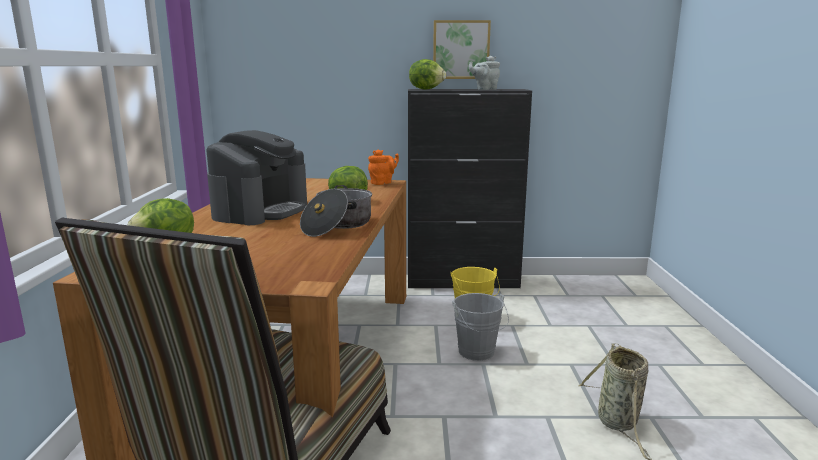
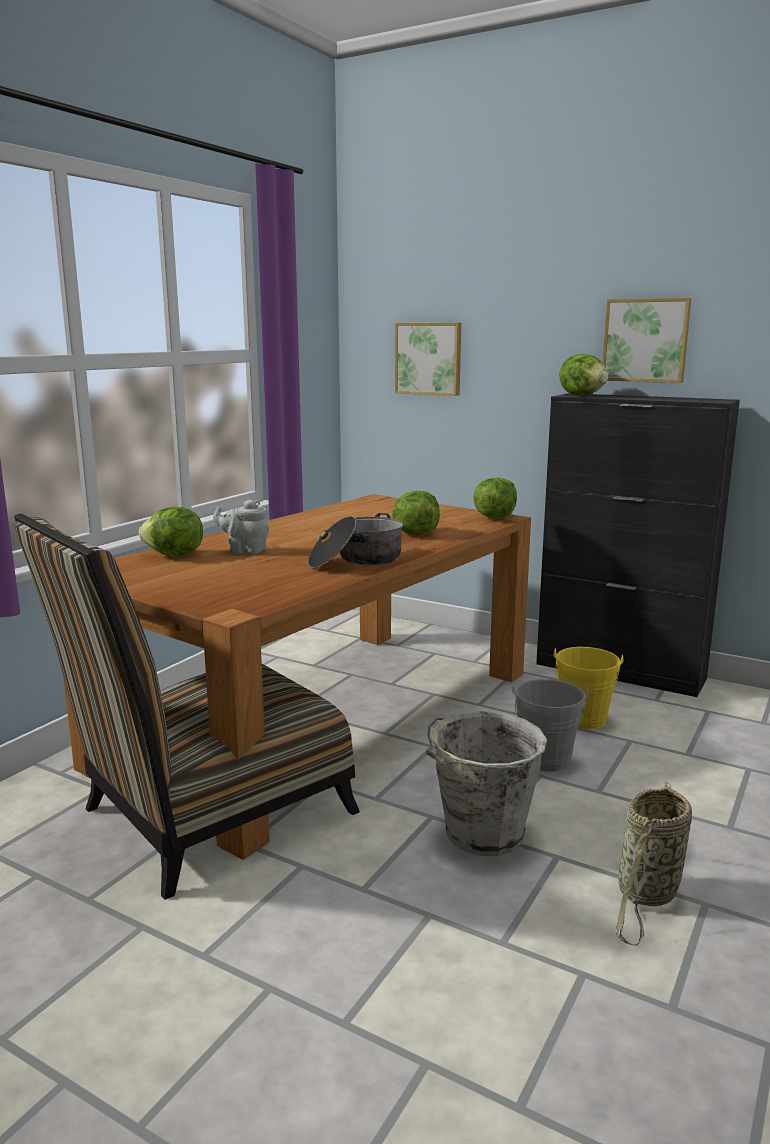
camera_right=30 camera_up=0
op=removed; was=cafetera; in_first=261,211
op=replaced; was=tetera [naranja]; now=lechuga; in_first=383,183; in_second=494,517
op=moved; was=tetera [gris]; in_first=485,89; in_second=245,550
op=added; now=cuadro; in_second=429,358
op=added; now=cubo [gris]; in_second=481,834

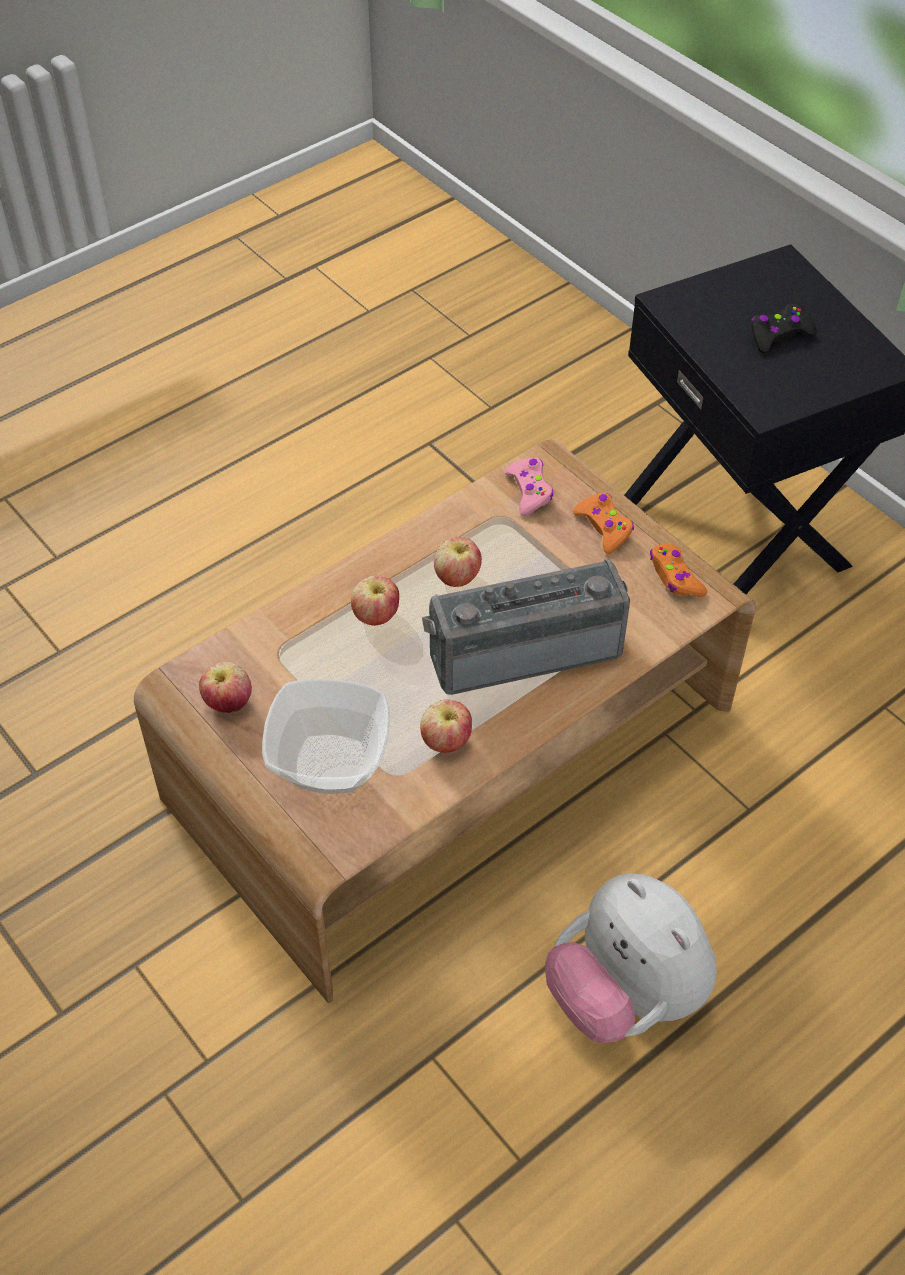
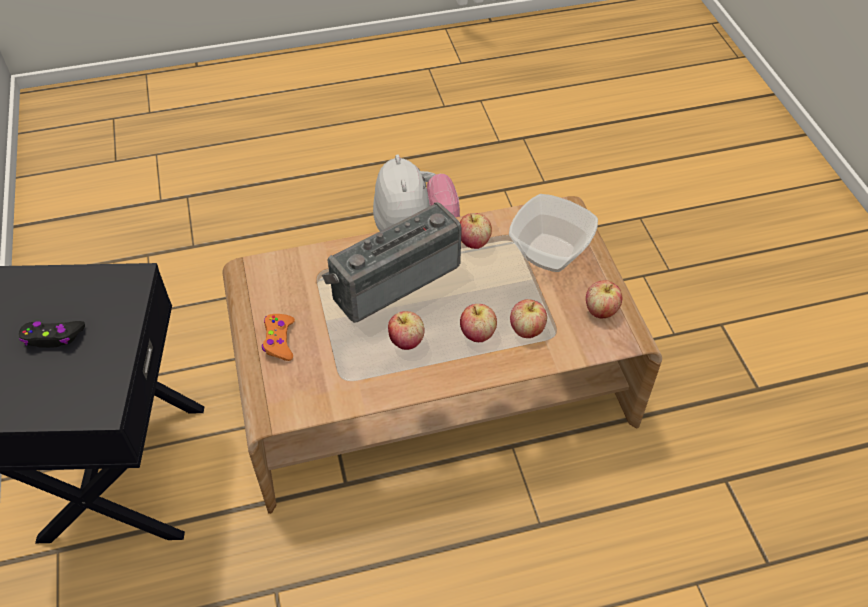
camera_right=-155 camera_up=0
op=turned; was=radio; in_first=523,648; in_second=393,278; clockwise=135
op=removed; was=mando de consola [rosa]; in_first=529,491
op=removed; was=mando de consola [naranja]; in_first=675,577
op=added; now=manzana; in_second=526,330

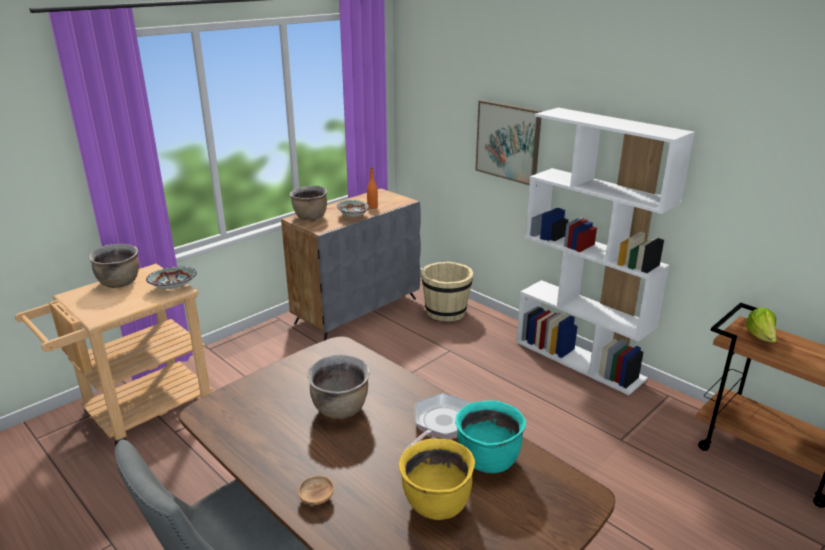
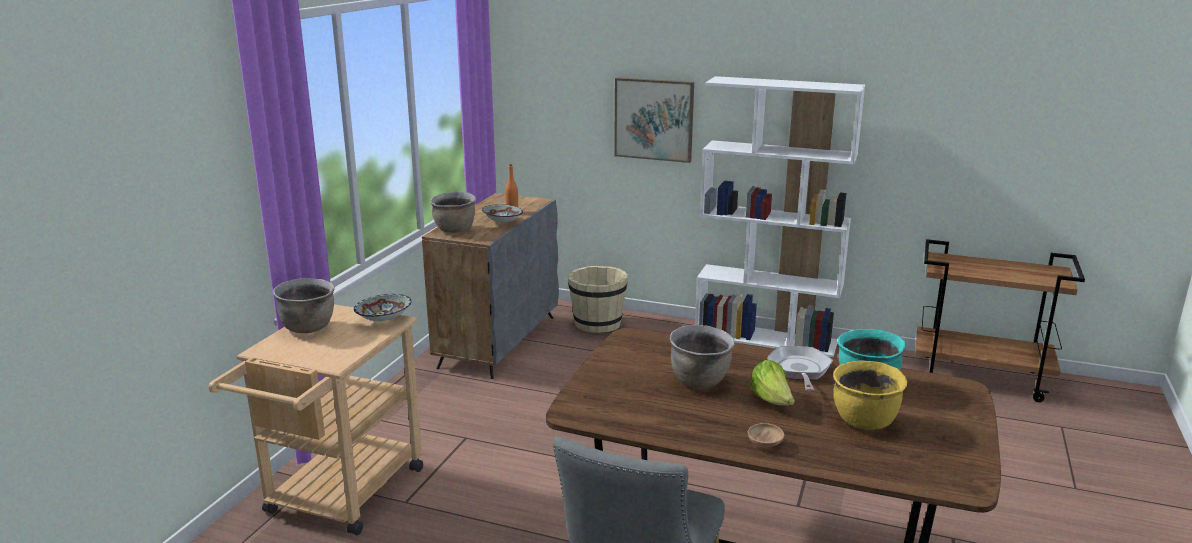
camera_right=-25 camera_up=-5
op=moved; was=lechuga; in_first=761,337; in_second=772,401

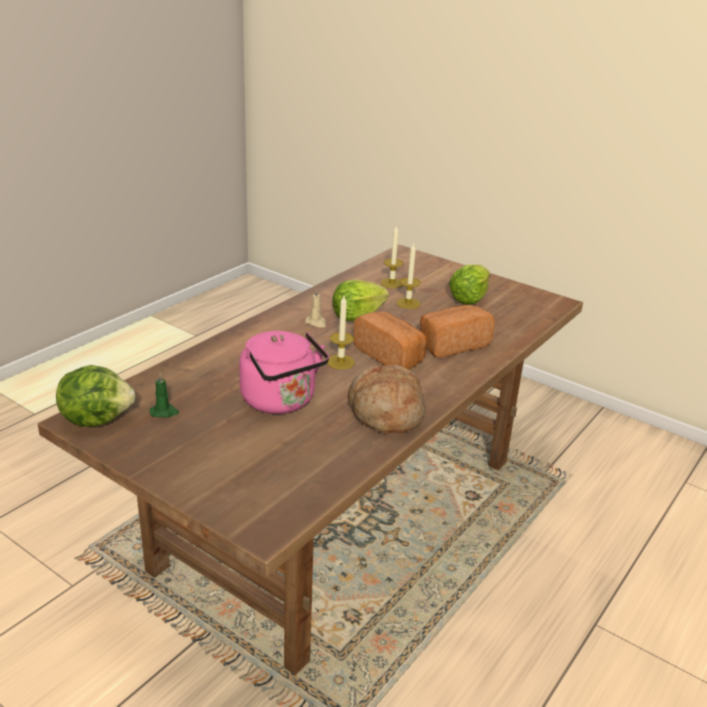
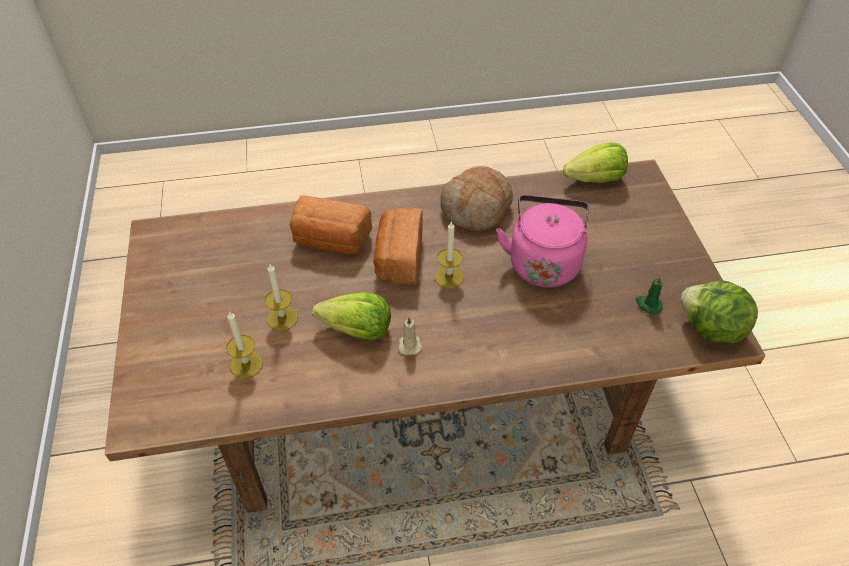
camera_right=-135 camera_up=20
op=moved; was=lechuga; in_first=469,298; in_second=595,180

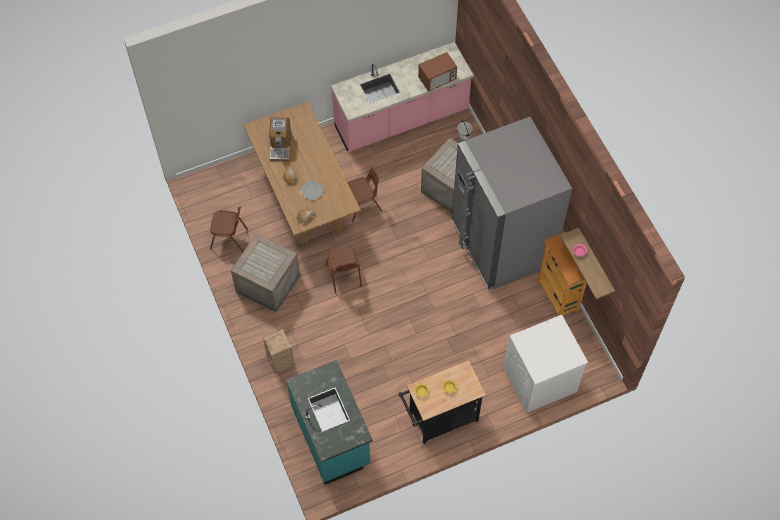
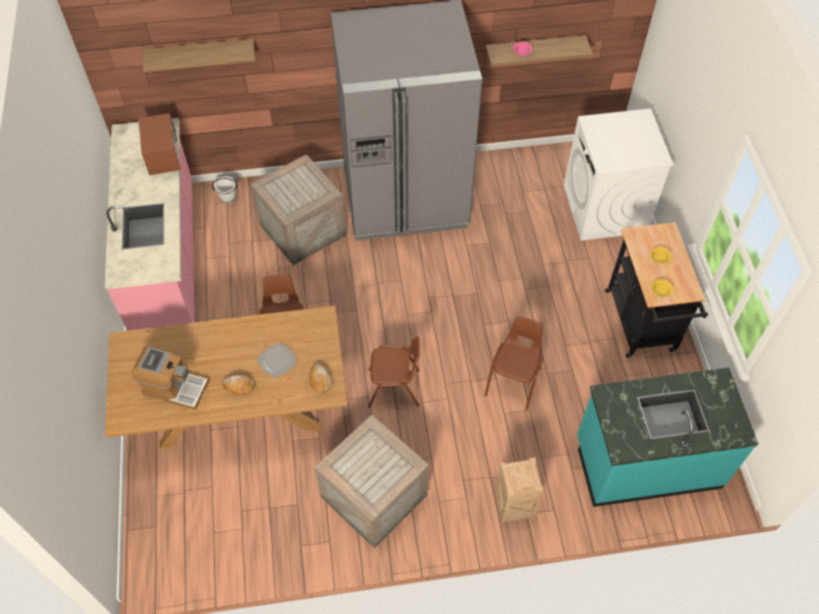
camera_right=-75 camera_up=-5
op=moved; was=silla [marrón]; in_first=229,238; in_second=514,381
op=removed; was=estantería; in_first=558,297
op=added; now=estante; in_second=201,54

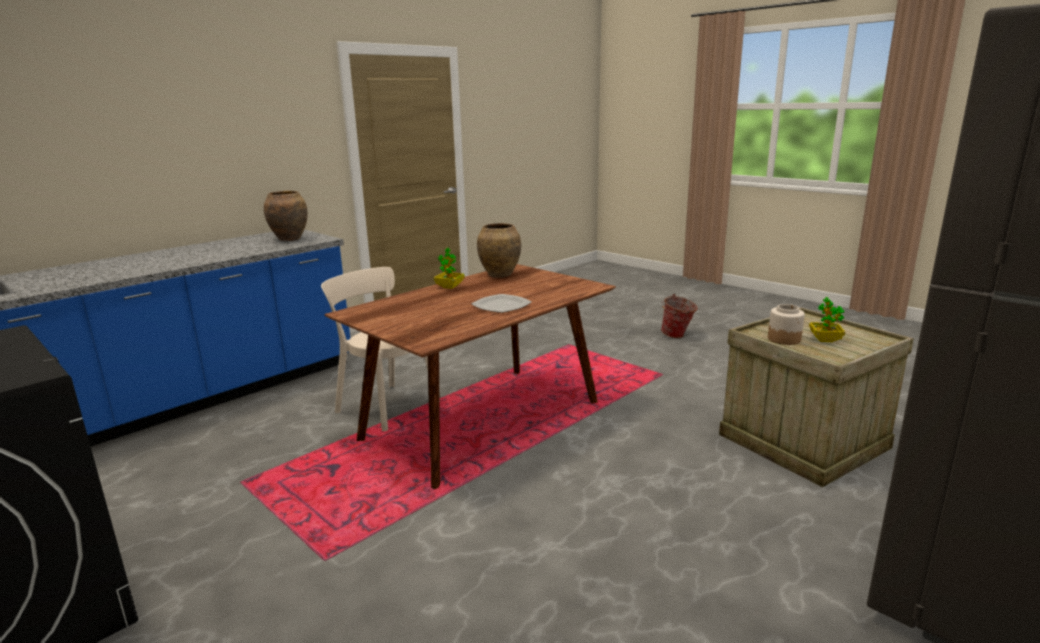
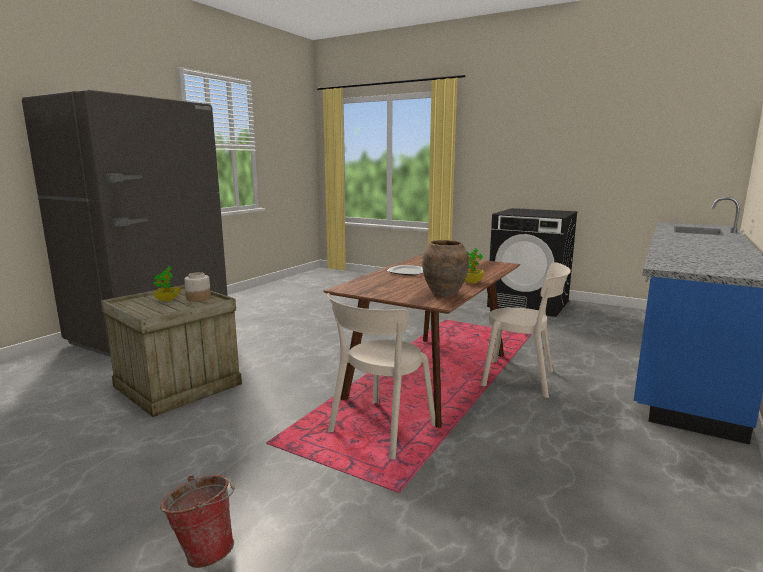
camera_right=165 camera_up=-5
op=removed; was=florero [marrón]; in_first=290,239
op=added; now=silla [beis]; in_second=379,431

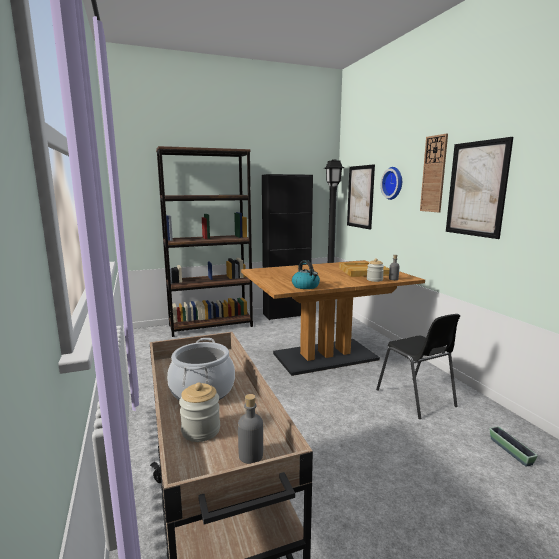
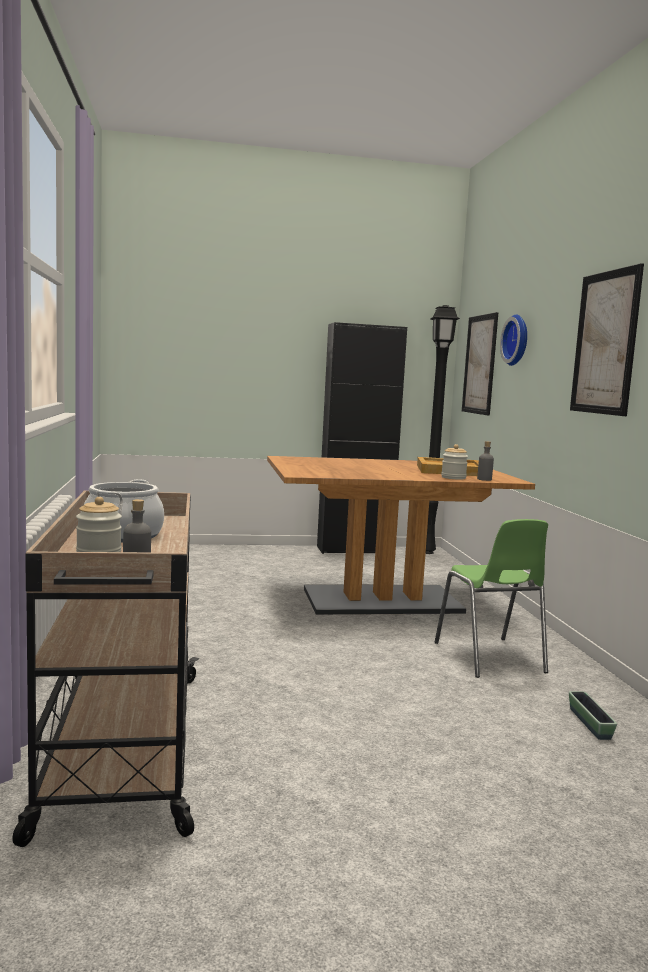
camera_right=10 camera_up=-5
op=removed; was=estantería [marrón]; in_first=211,326
op=removed; was=hervidor; in_first=306,286
op=recoloured; was=silla [negro]; now=silla [verde]; in_first=416,398; in_second=489,658
op=removed; was=reloj de pared; in_first=434,174

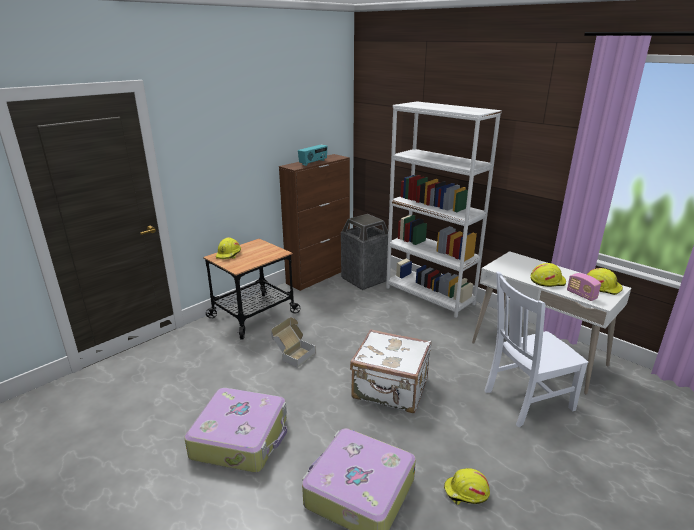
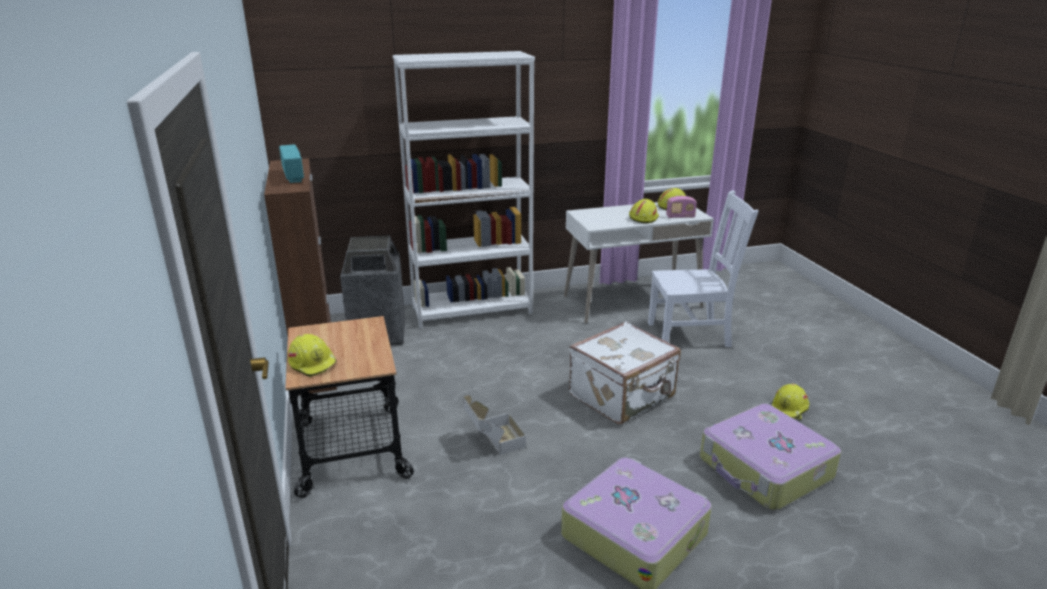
camera_right=-60 camera_up=0
op=turned; was=silla [blanco]; in_first=525,400; in_second=691,334; clockwise=-105

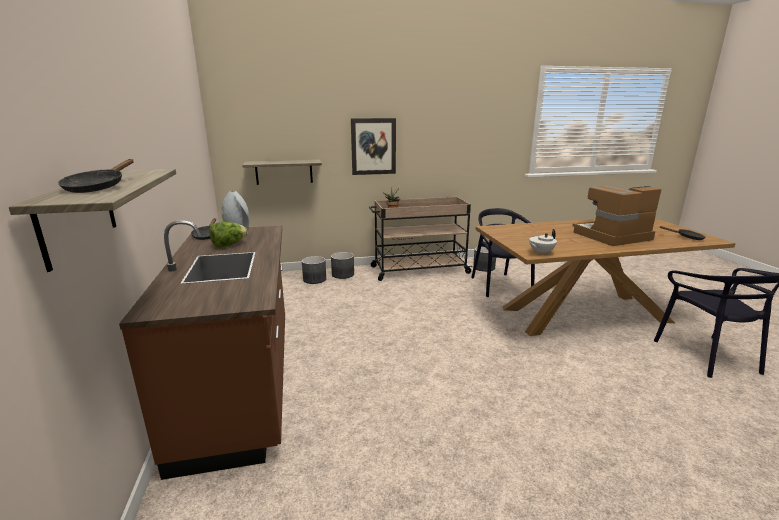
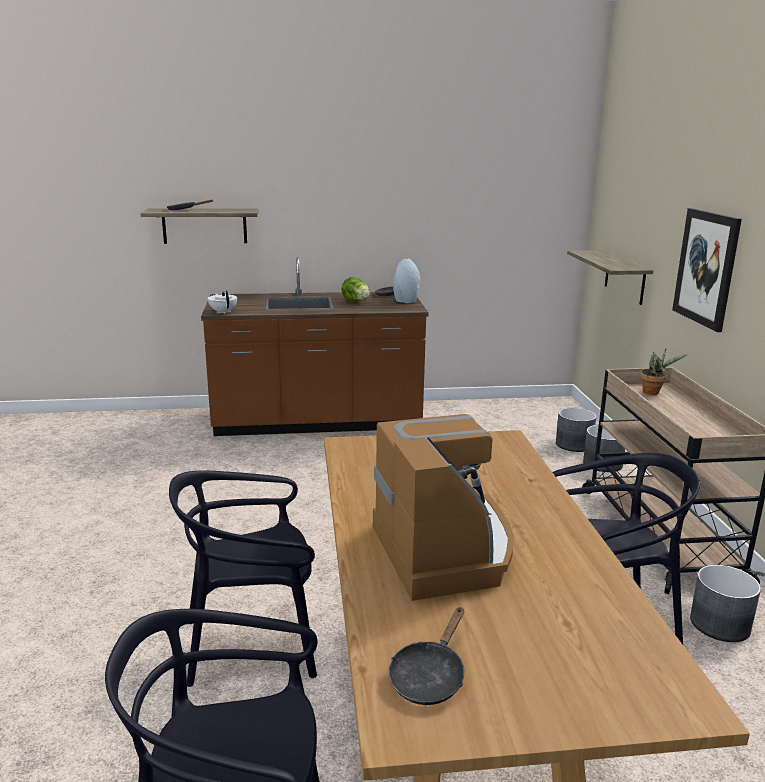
camera_right=95 camera_up=0
op=moved; was=tetera [blanco]; in_first=540,252; in_second=223,312
op=added; now=silla [negro]; in_second=252,643

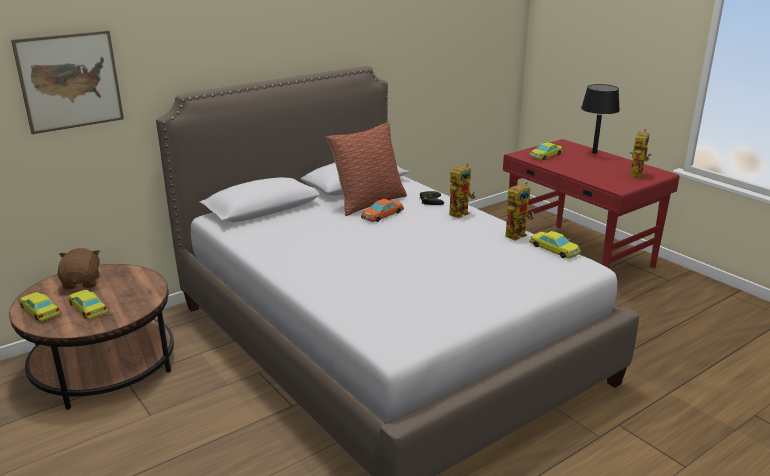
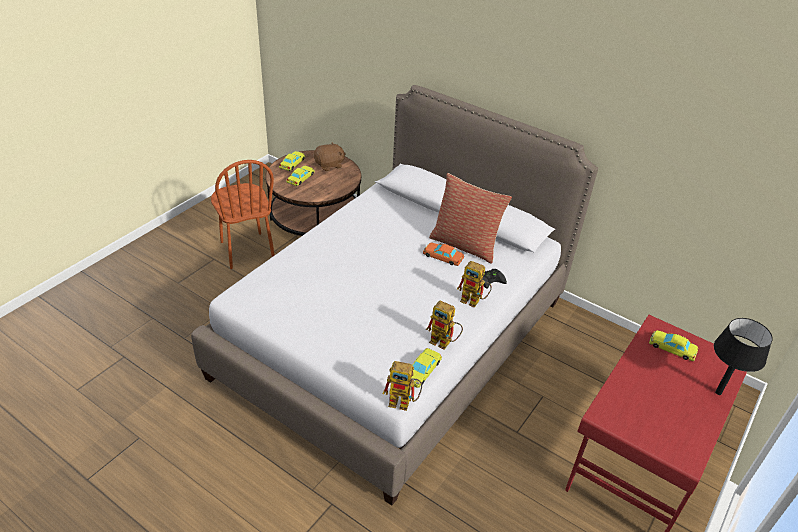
camera_right=70 camera_up=15
op=removed; was=cuadro; in_first=70,81
op=moved; was=robot de juguete; in_first=635,174; in_second=404,402
op=added; now=silla [marrón]; in_second=246,250

